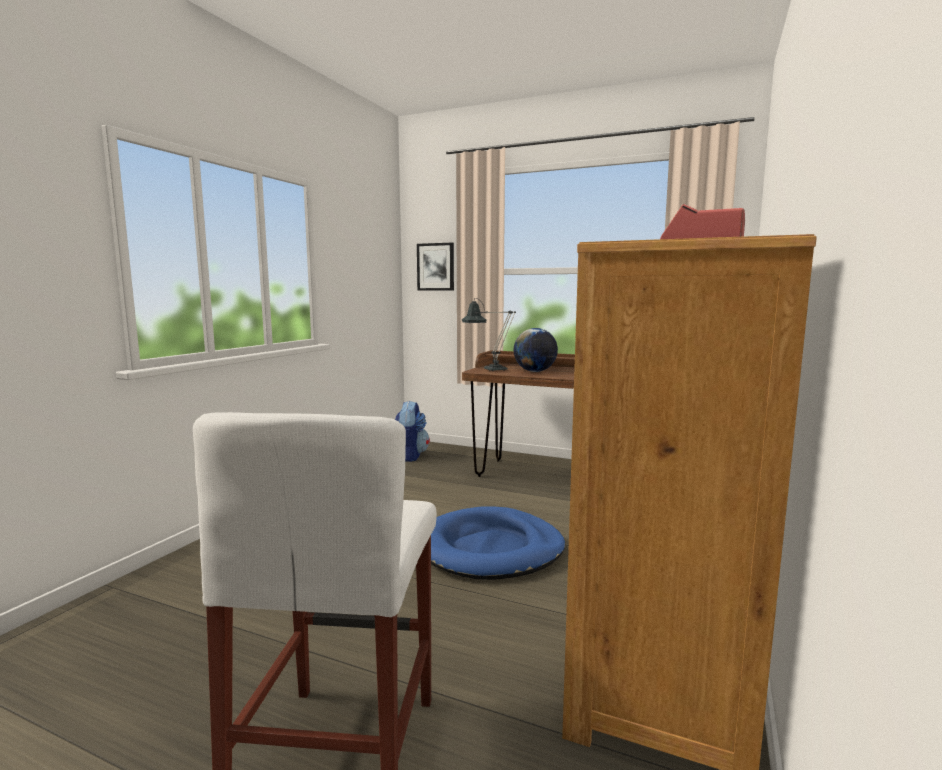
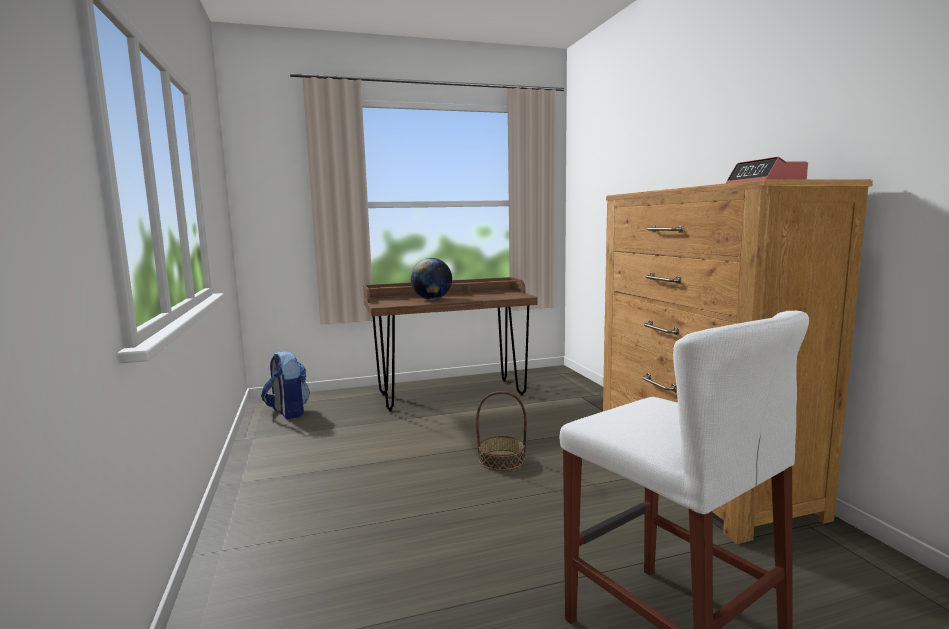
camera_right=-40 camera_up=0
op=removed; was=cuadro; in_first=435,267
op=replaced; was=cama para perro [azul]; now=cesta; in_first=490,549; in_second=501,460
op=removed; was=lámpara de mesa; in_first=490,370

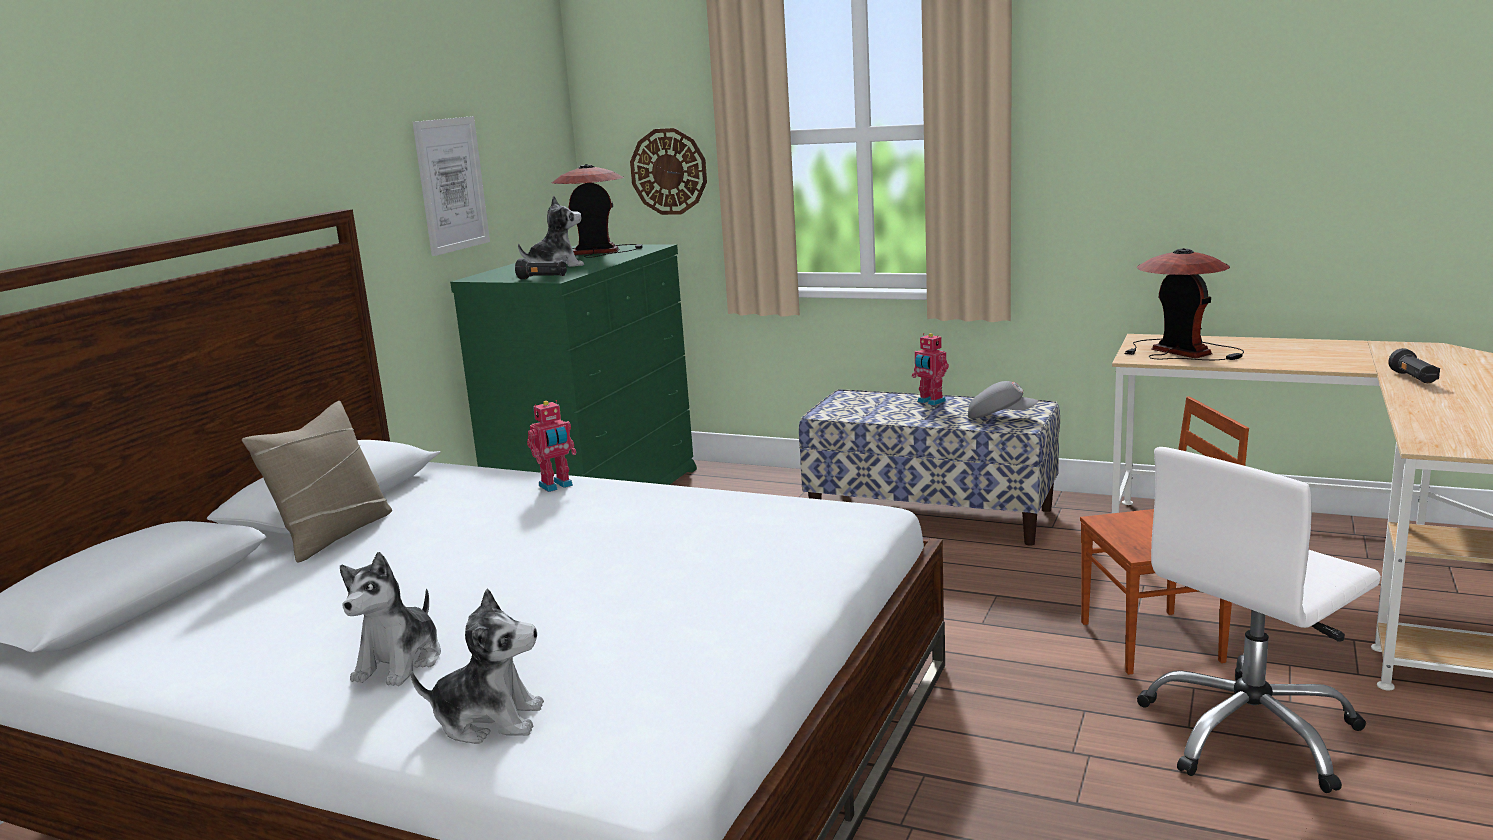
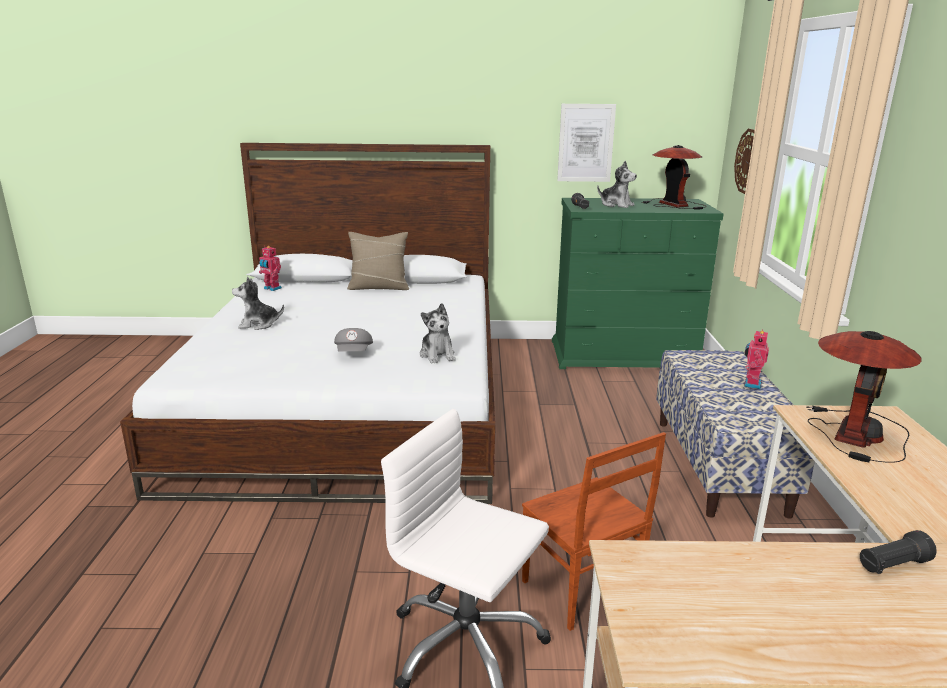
camera_right=65 camera_up=5
op=moved; was=peluche; in_first=489,720; in_second=437,355
op=moved; was=robot de juguete; in_first=556,486; in_second=271,288
op=moved; was=gorra [gris]; in_first=1001,417; in_second=354,353

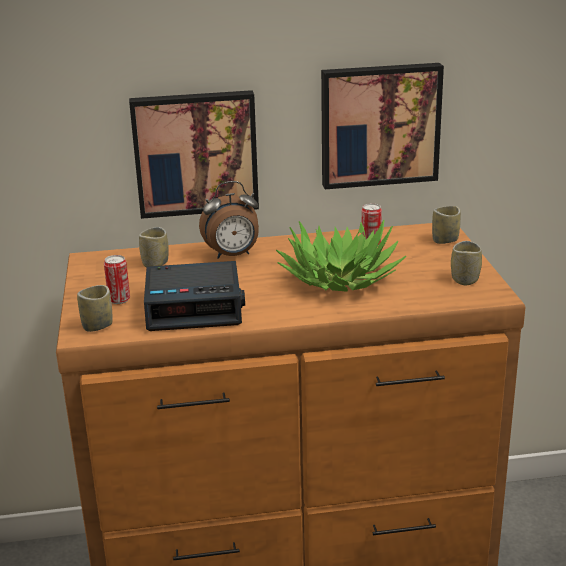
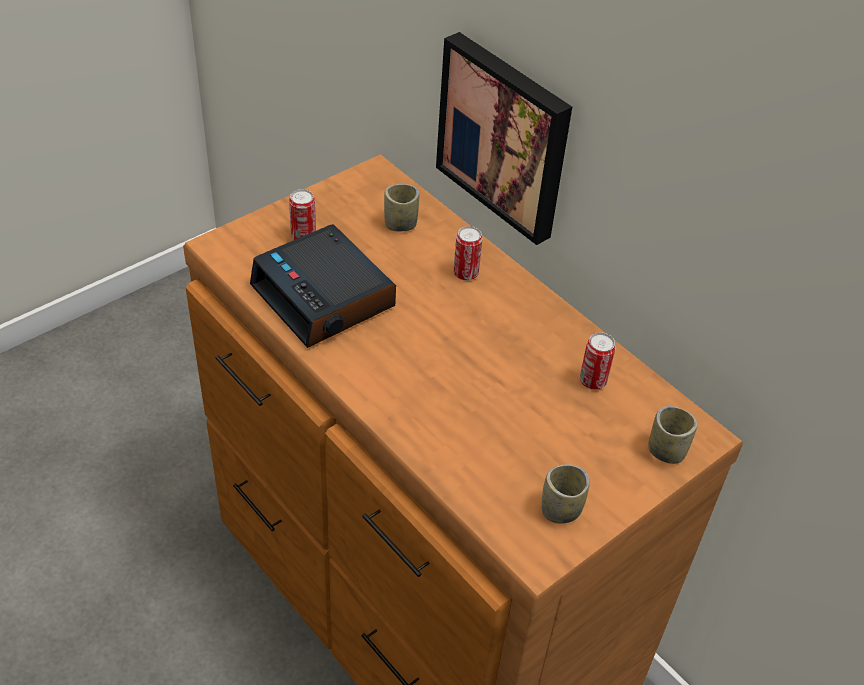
camera_right=55 camera_up=20
op=removed; was=taza; in_first=97,326
op=replaced; was=despertador; now=lata; in_first=232,255; in_second=465,273
op=removed; was=planta en maceta; in_first=340,278
op=removed; was=cuadro; in_first=379,124

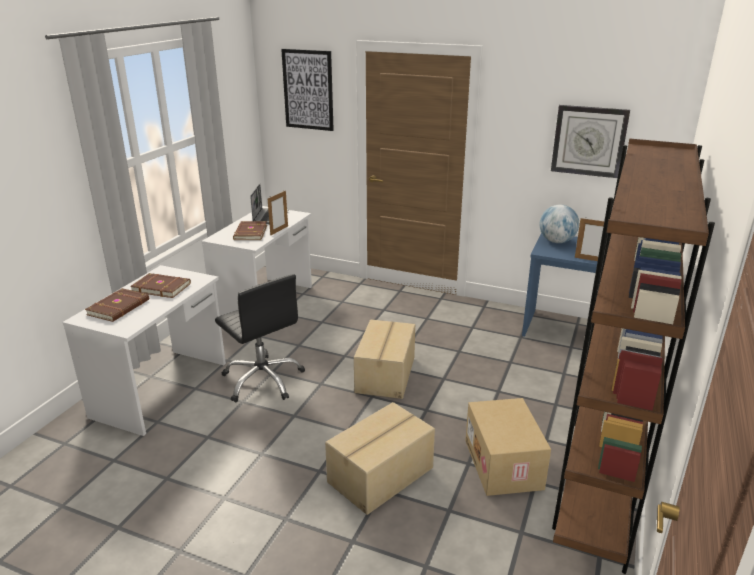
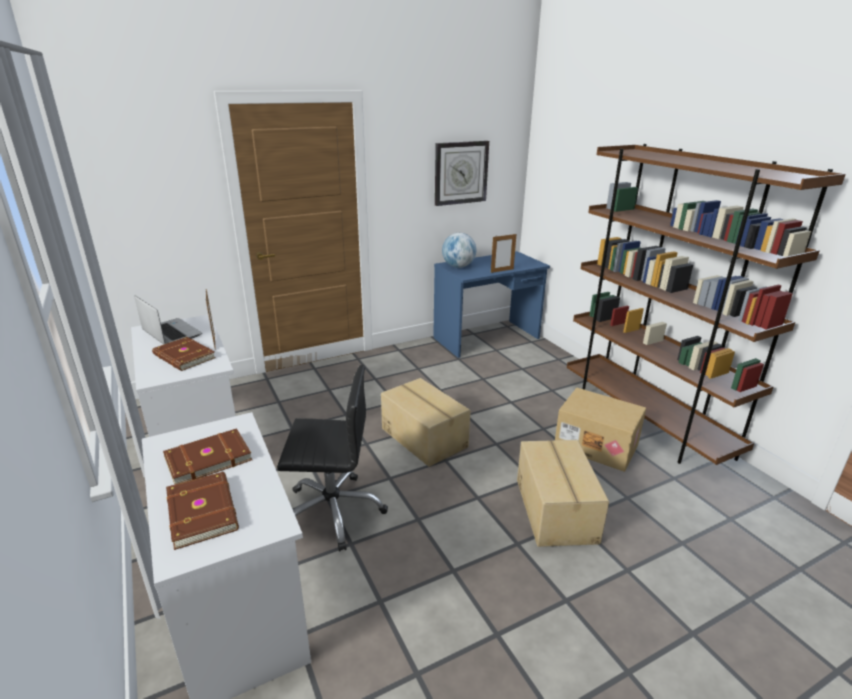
camera_right=-50 camera_up=0
op=removed; was=cuadro; in_first=308,90

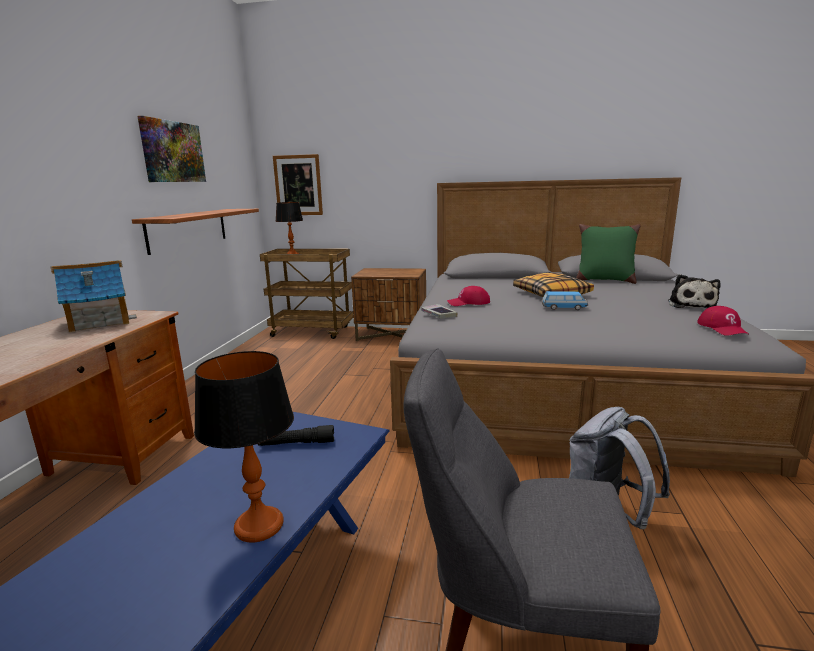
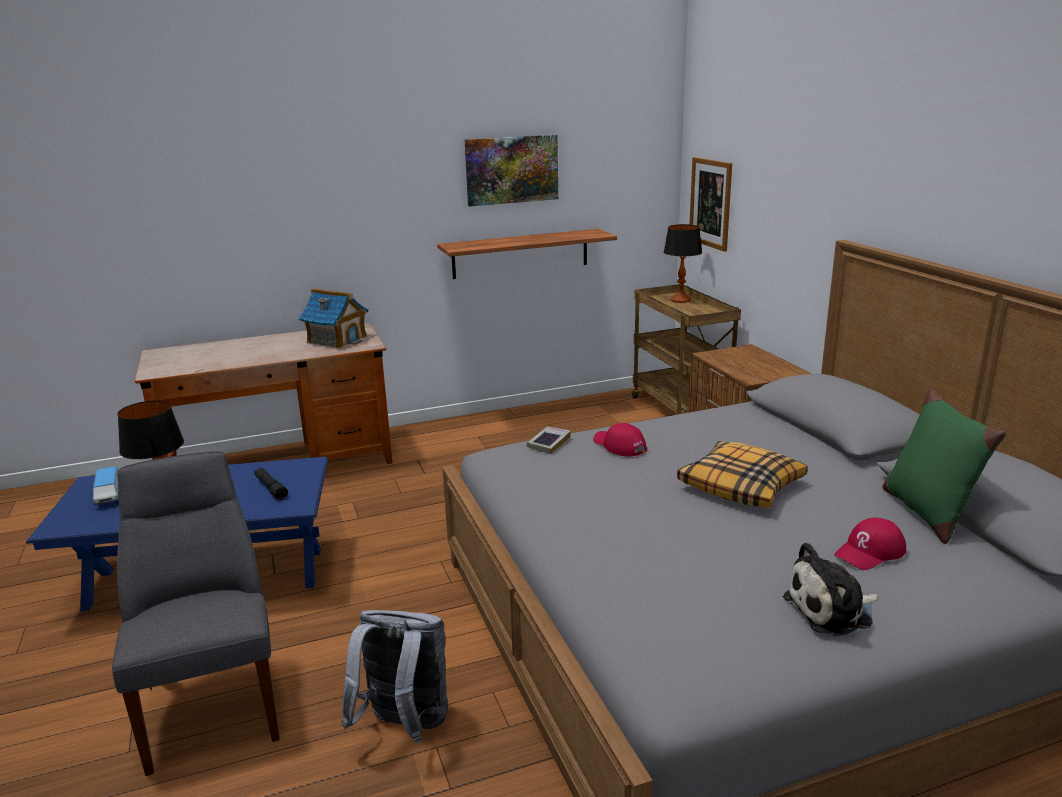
camera_right=60 camera_up=5
op=moved; was=coche de juguete; in_first=564,308; in_second=109,496
op=moved; was=gorra [rojo]; in_first=722,328; in_second=870,552

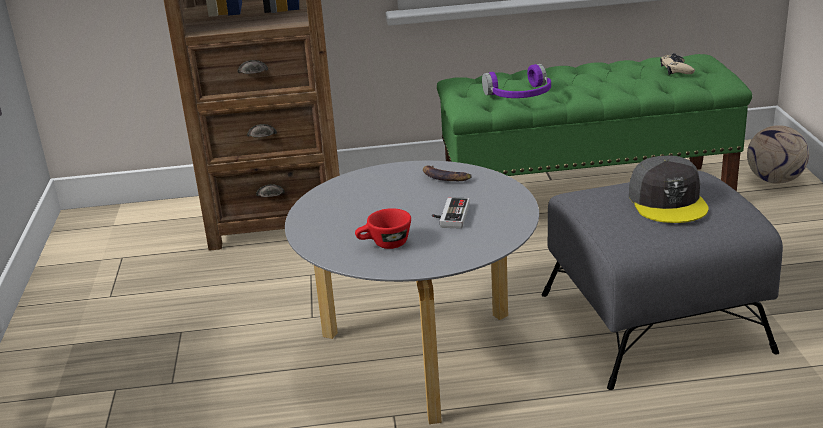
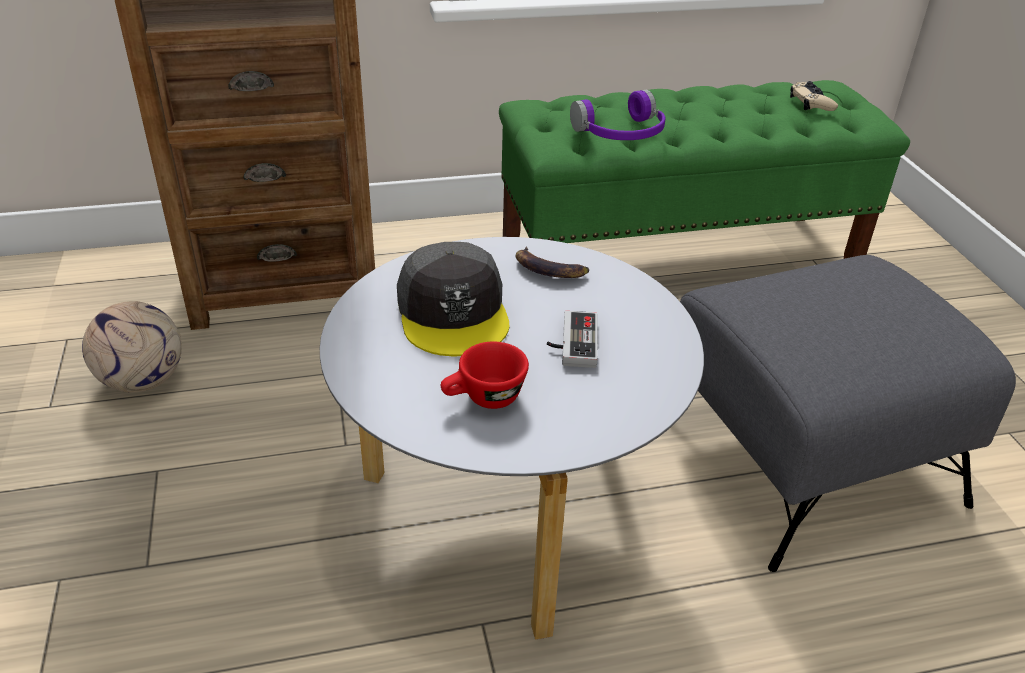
camera_right=-10 camera_up=10
op=moved; was=gorra [gris]; in_first=668,201; in_second=453,313
op=moved; was=balón de fútbol; in_first=774,180; in_second=142,380

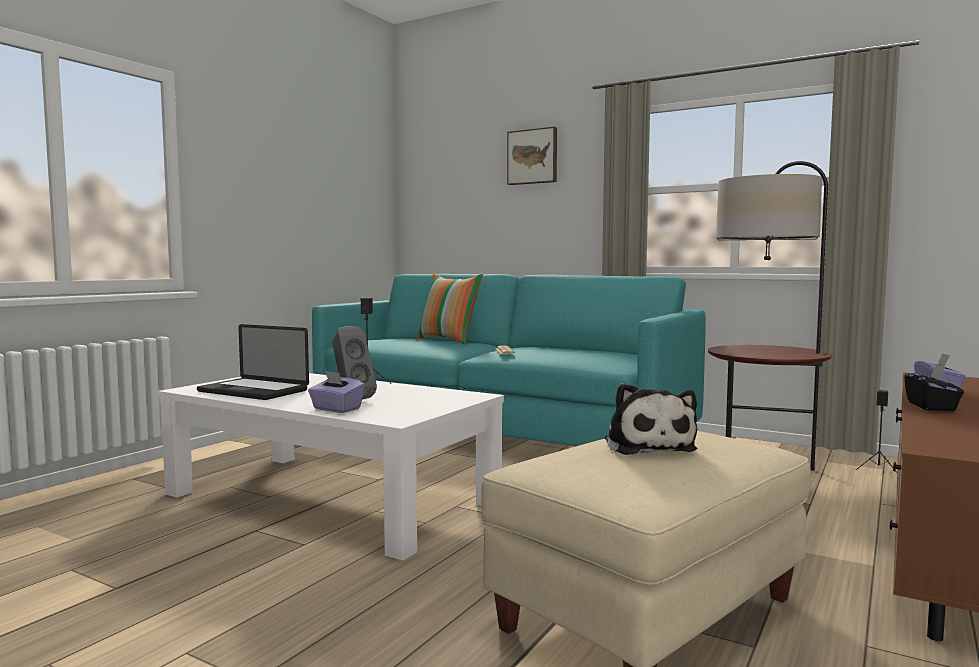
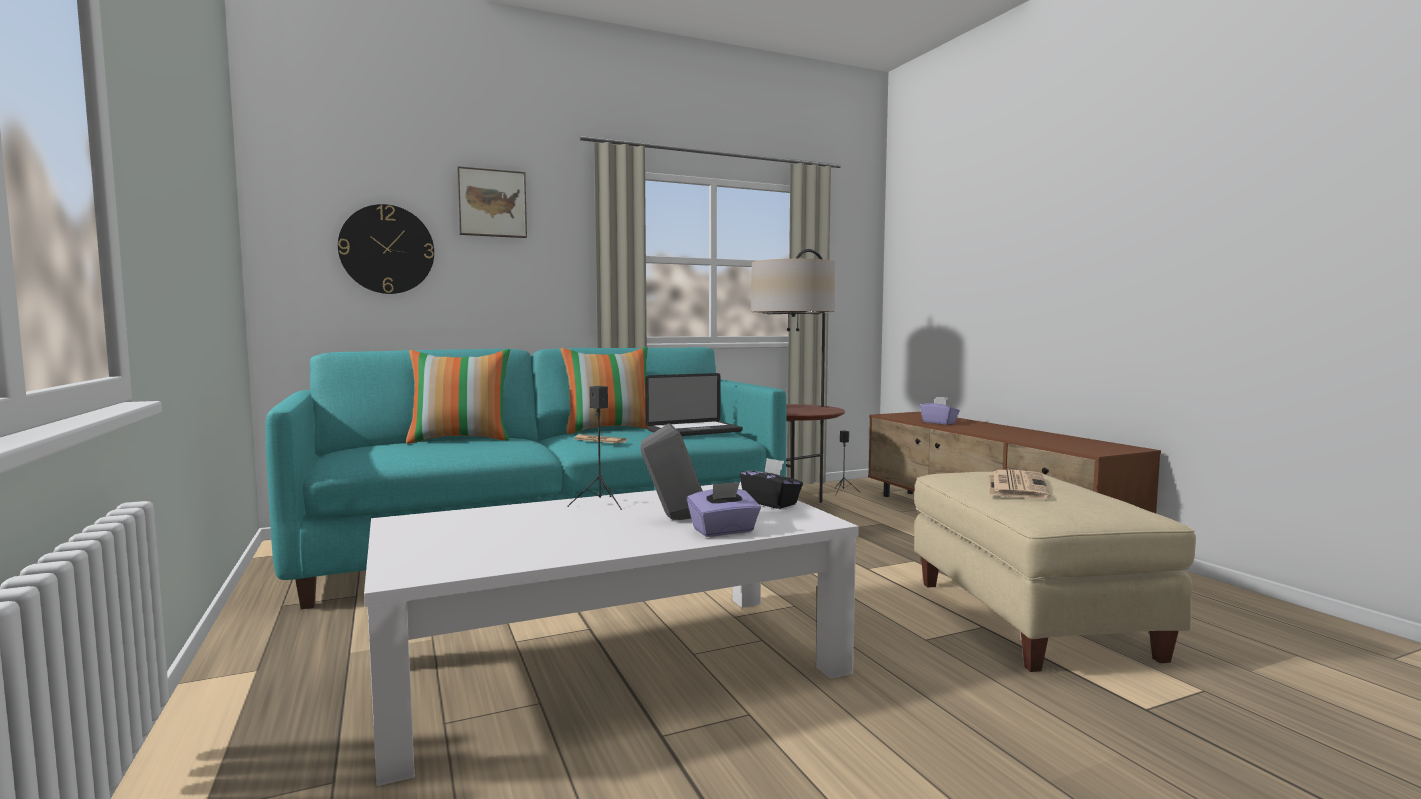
camera_right=-55 camera_up=0
op=moved; was=portátil; in_first=253,391; in_second=694,431
op=replaced; was=peluche; now=periódico; in_first=648,446; in_second=1016,486
op=moved; was=caja de pañuelos [negro]; in_first=931,407; in_second=771,503
op=added; now=reloj de pared; in_second=387,249
op=added; now=cojín; in_second=609,429

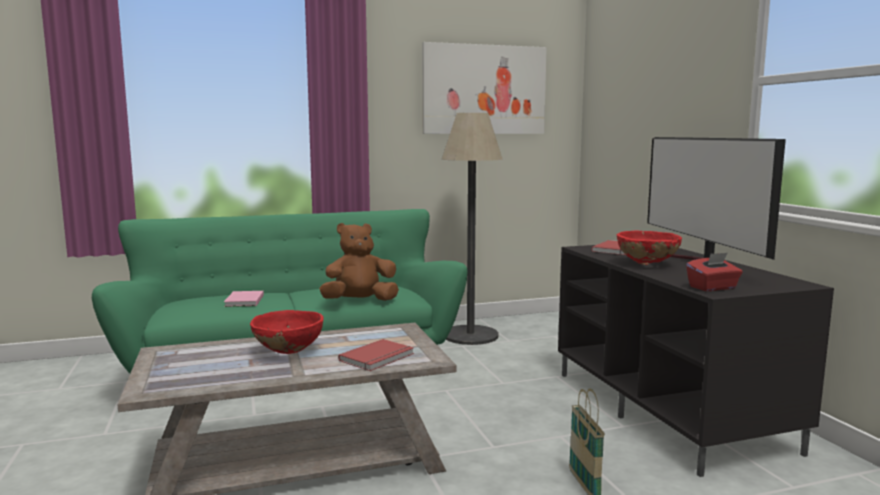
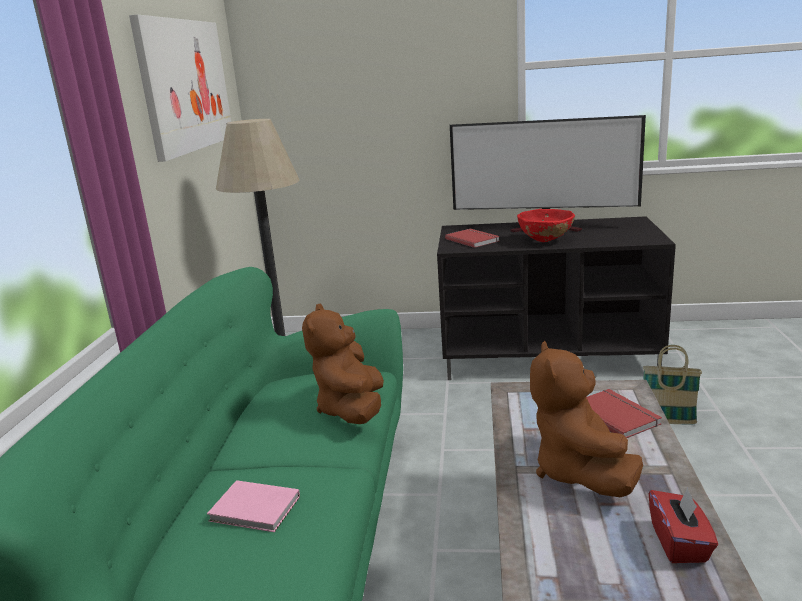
camera_right=-65 camera_up=10
op=replaced; was=cuenco [rojo]; now=peluche [marrón]; in_first=288,352; in_second=579,472
op=moved; was=caja de pañuelos [rojo]; in_first=712,288; in_second=679,543

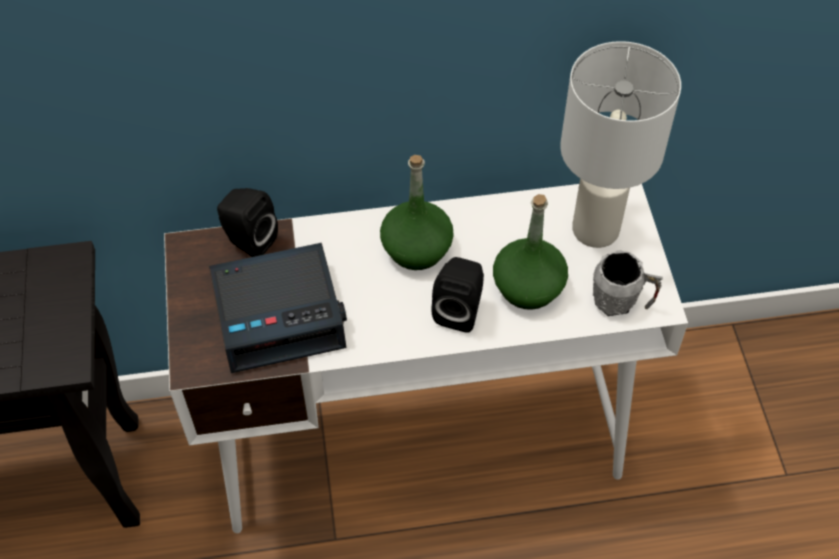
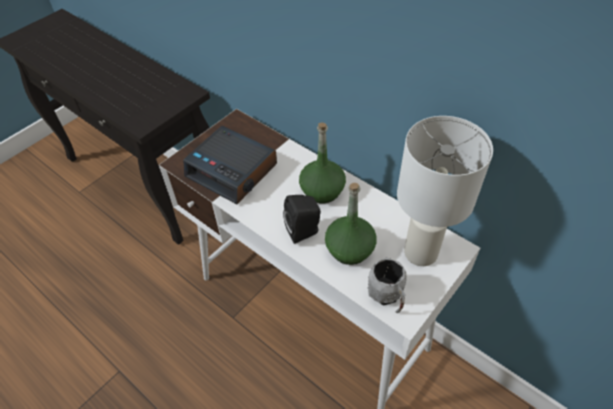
camera_right=50 camera_up=-5
op=removed; was=altavoz [negro]; in_first=248,241

